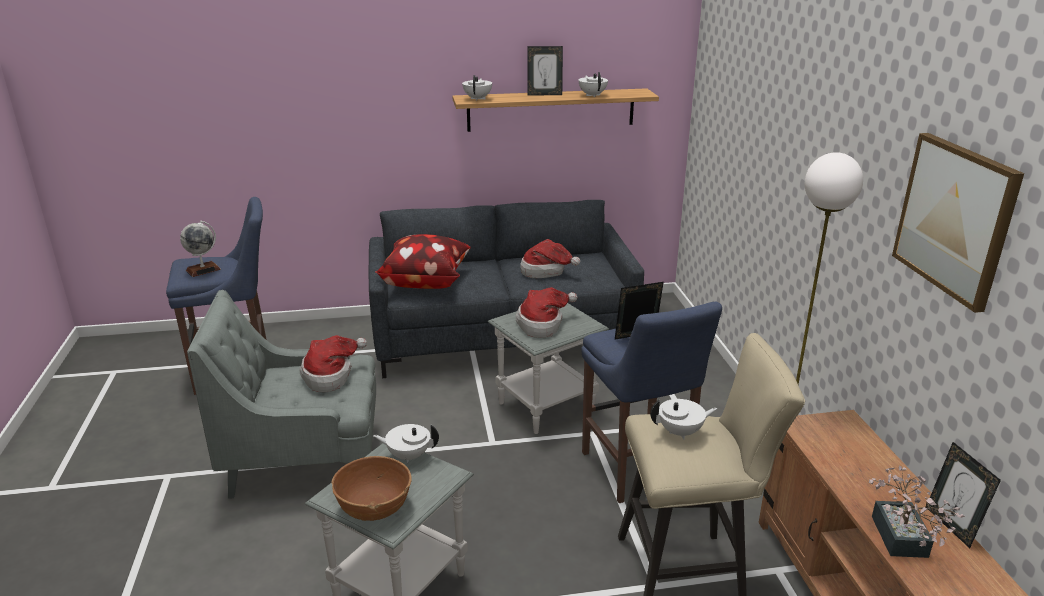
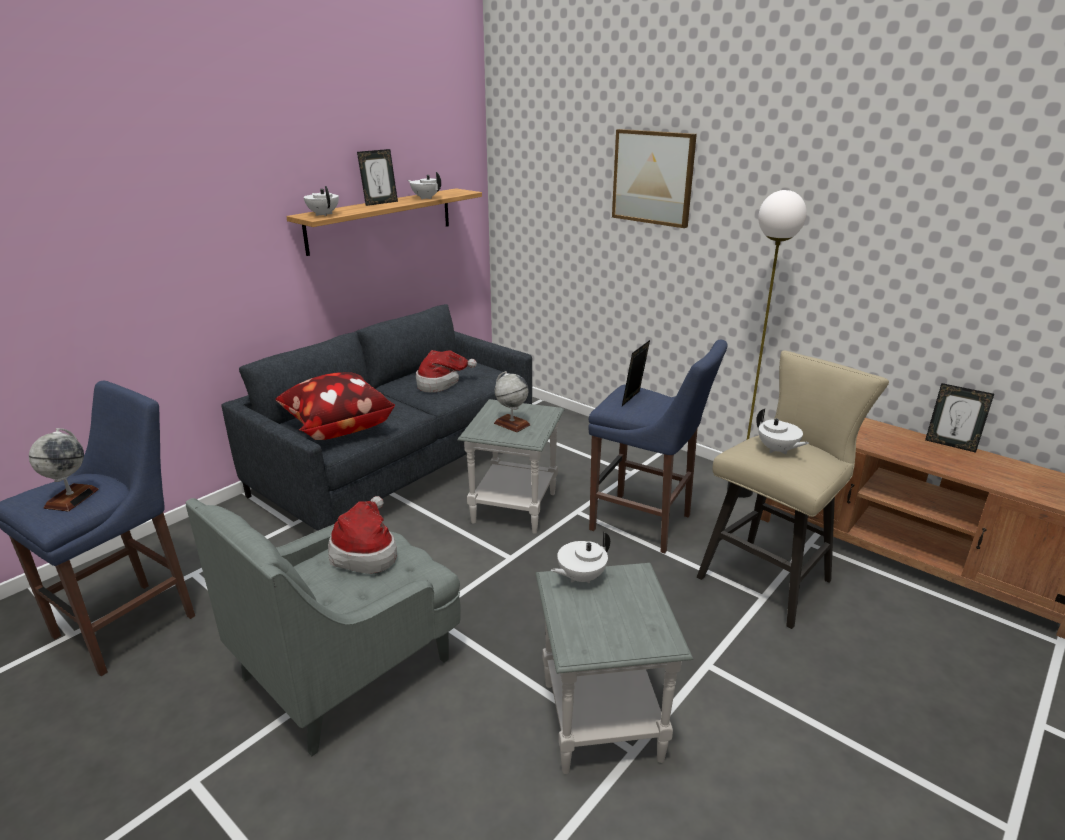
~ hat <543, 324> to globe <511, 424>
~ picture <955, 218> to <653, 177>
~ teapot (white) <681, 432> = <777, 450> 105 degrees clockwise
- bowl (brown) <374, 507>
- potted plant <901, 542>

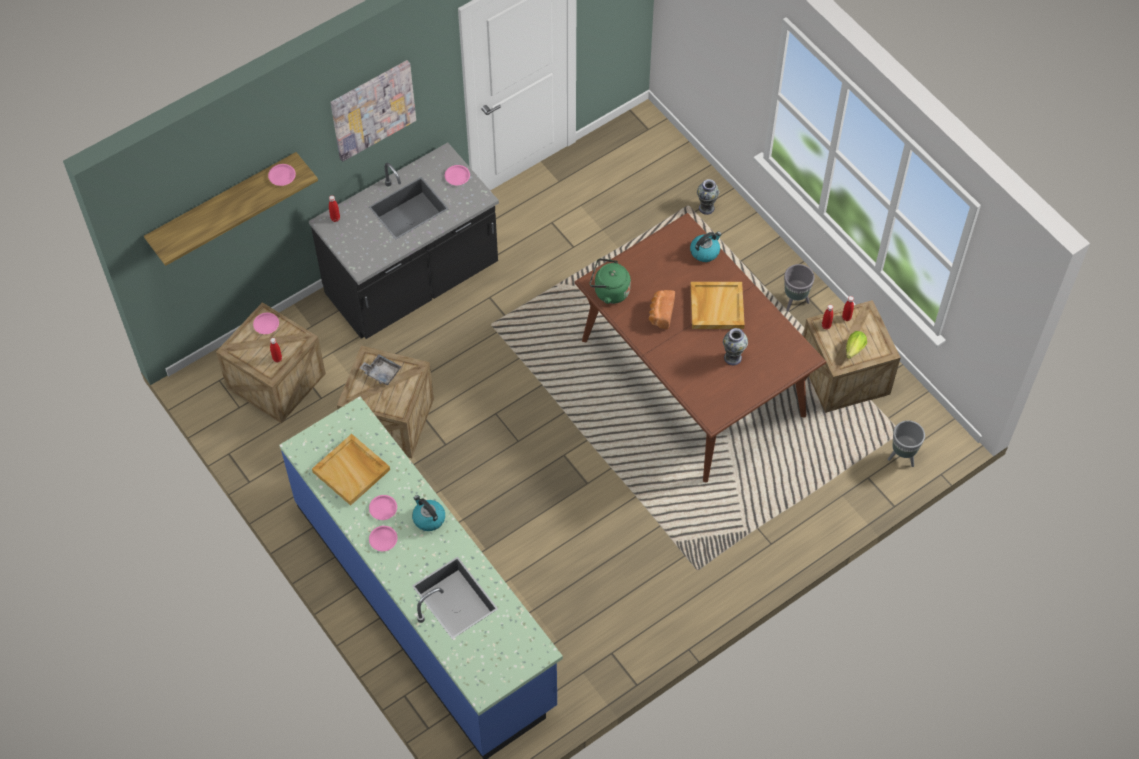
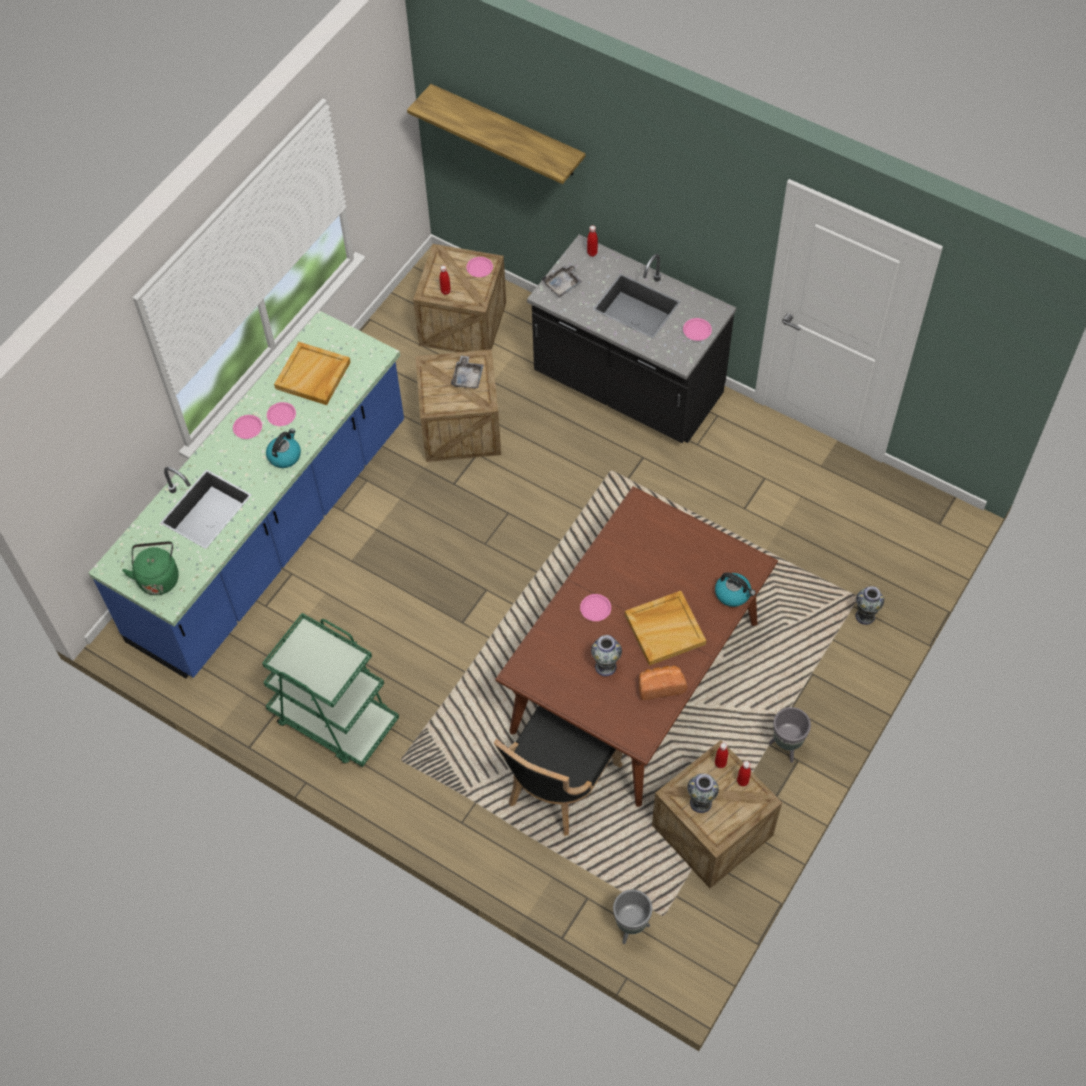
~ kettle (green) <609, 291> to <158, 577>
+ cart (green) <333, 719>
+ chair (black) <558, 786>
+ tray (grey) <563, 284>
~ plate (pink) <282, 176> to <595, 608>
~ bread <660, 313> to <660, 686>
~ lettuce <853, 350> to vase <700, 803>
- picture <372, 109>

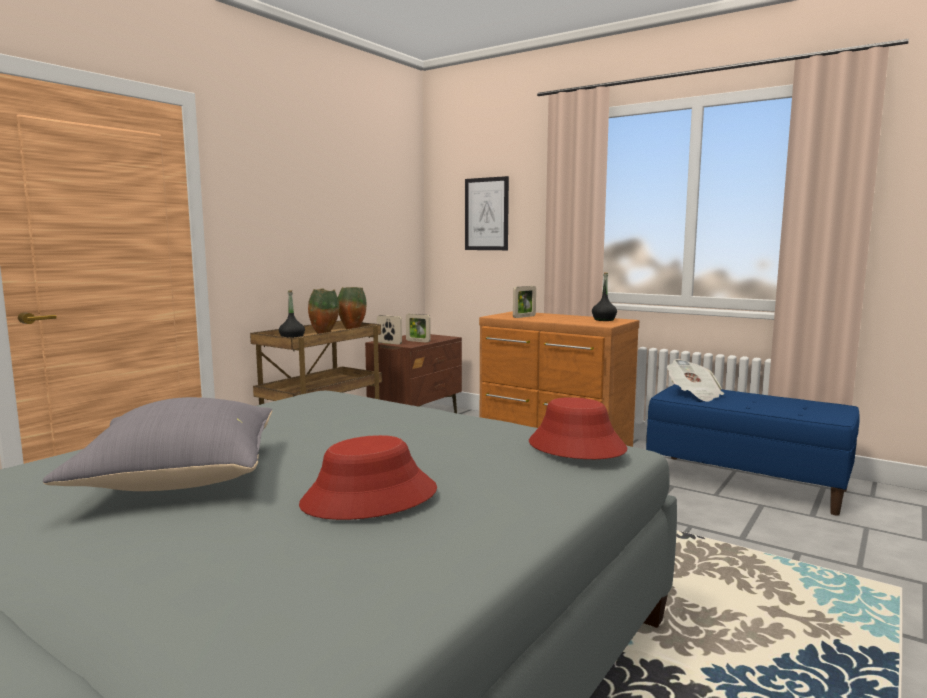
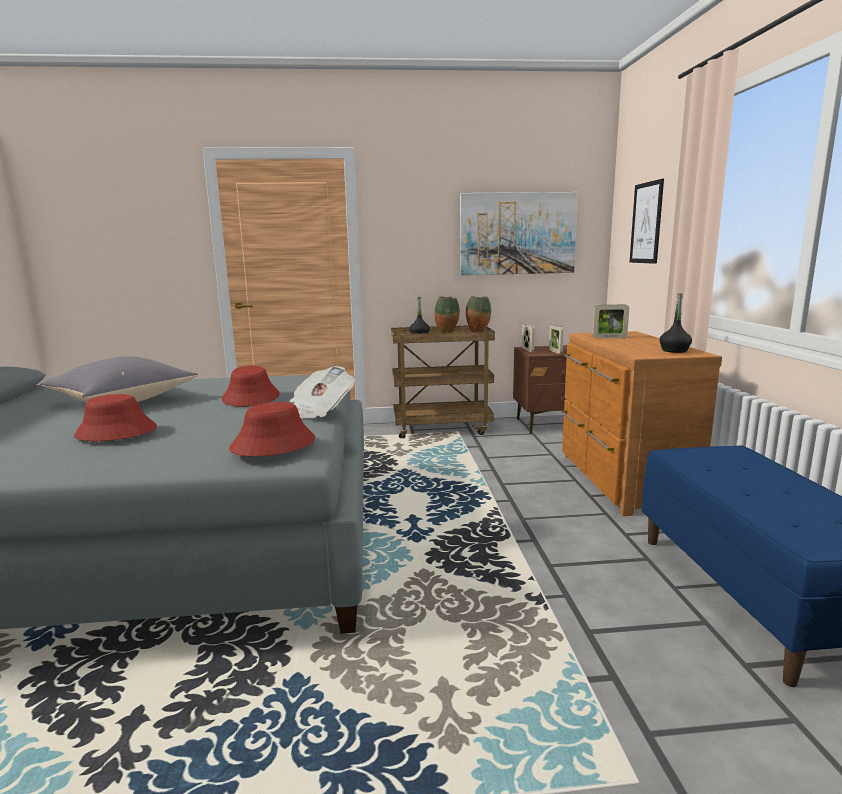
+ hat (red) <251, 397>
~ newspaper <694, 395> to <319, 411>
+ picture <517, 234>

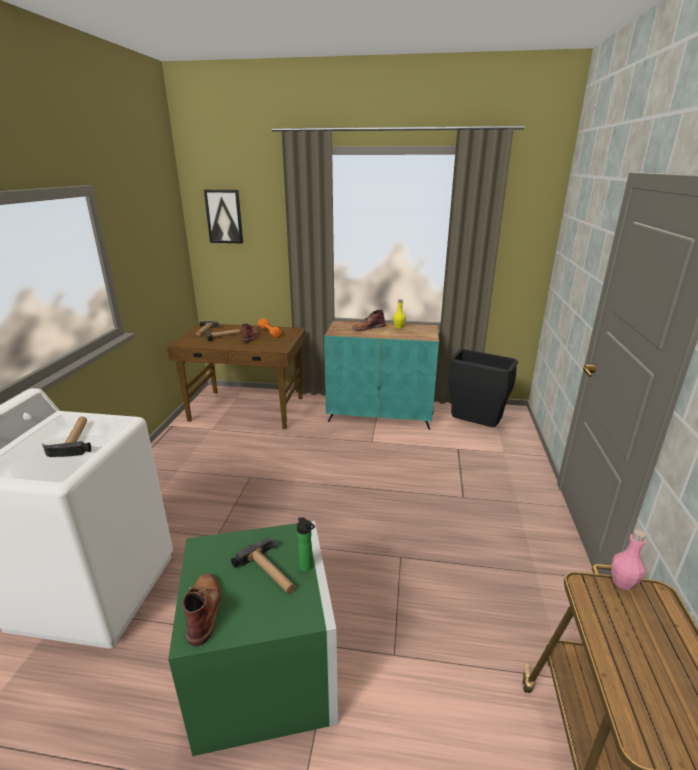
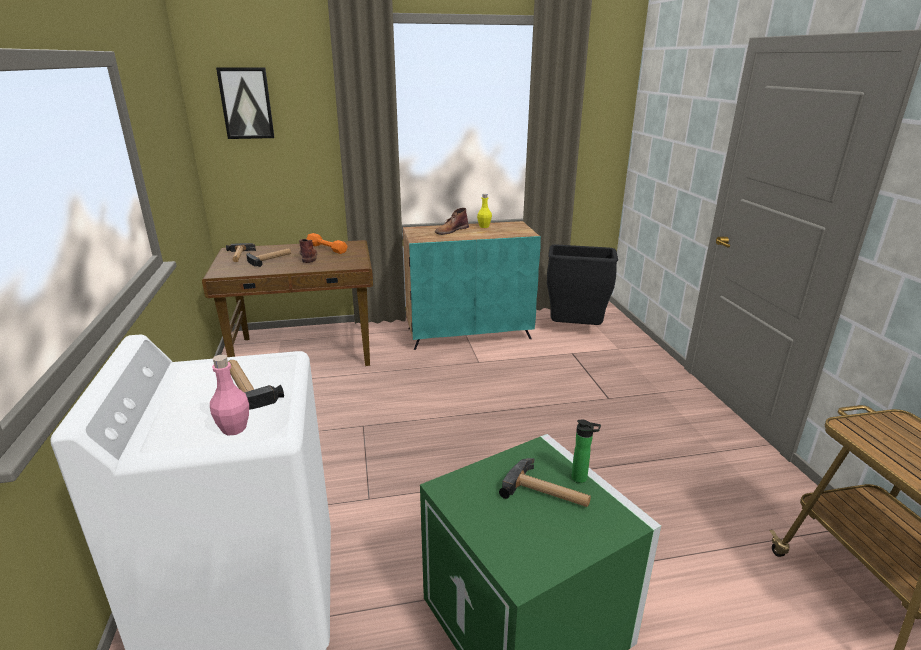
~ bottle (pink) <622, 582> to <234, 428>
- boot (brown) <204, 609>

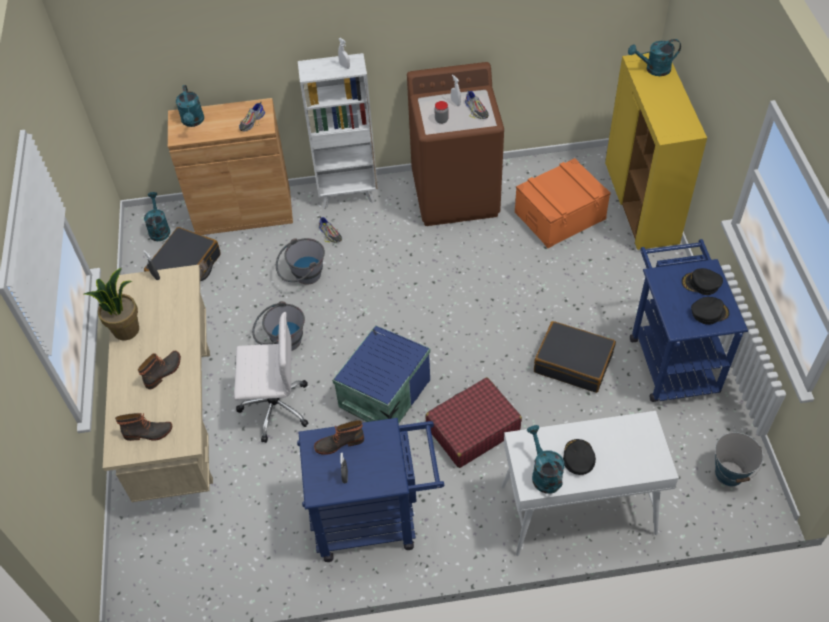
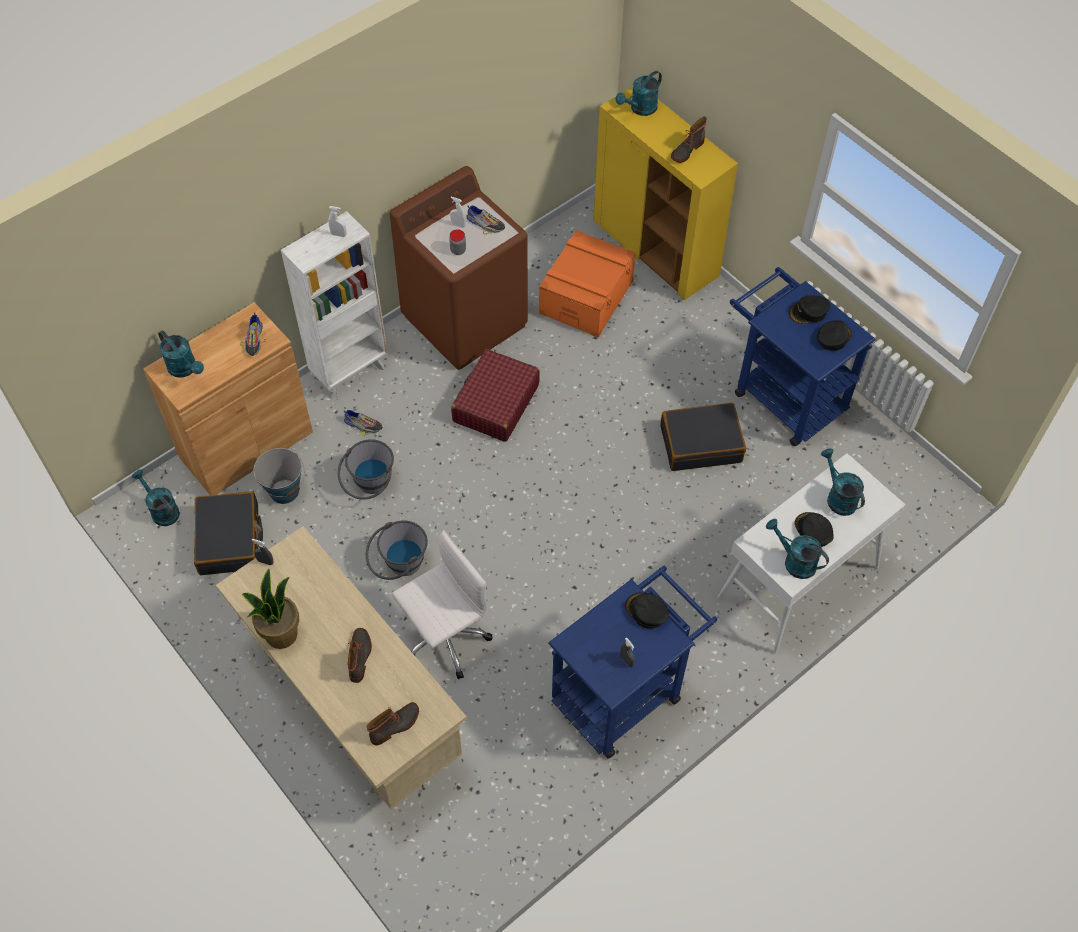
~ bucket <729, 473> to <284, 491>
~ suitcase (red) <472, 429> to <495, 403>
+ cap (black) <646, 611>
~ boot <339, 443> to <686, 150>
+ watering can (turquoise) <838, 497>
- storage box (blue) <383, 393>

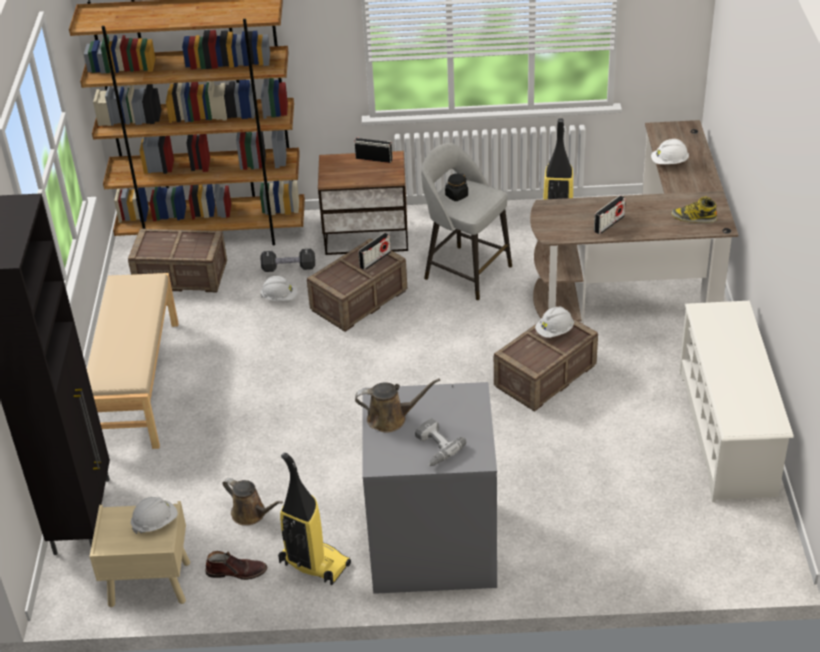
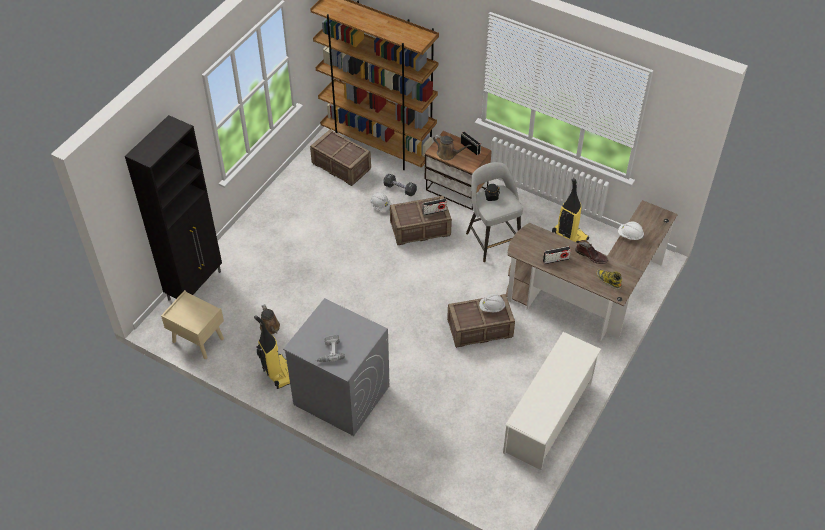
~ watering can (brown) <391, 418> to <448, 154>
~ boot (brown) <237, 571> to <591, 256>
- bench (beige) <137, 384>
- hard hat (white) <155, 523>

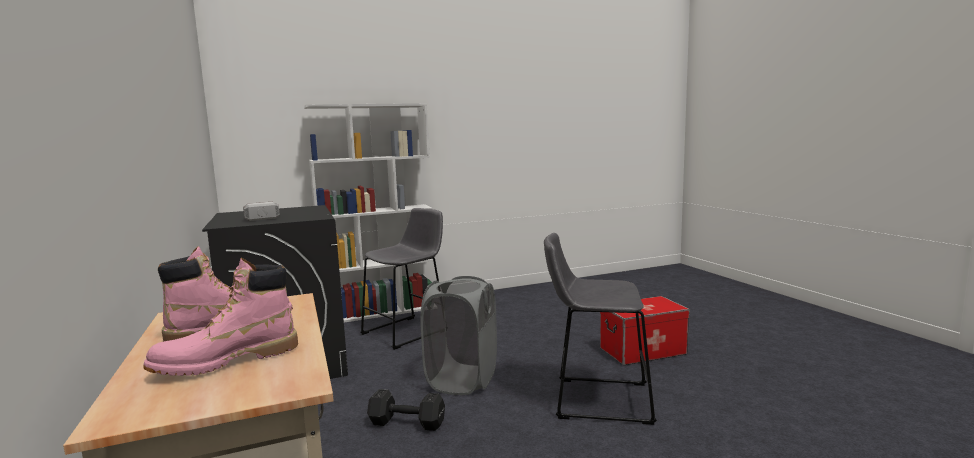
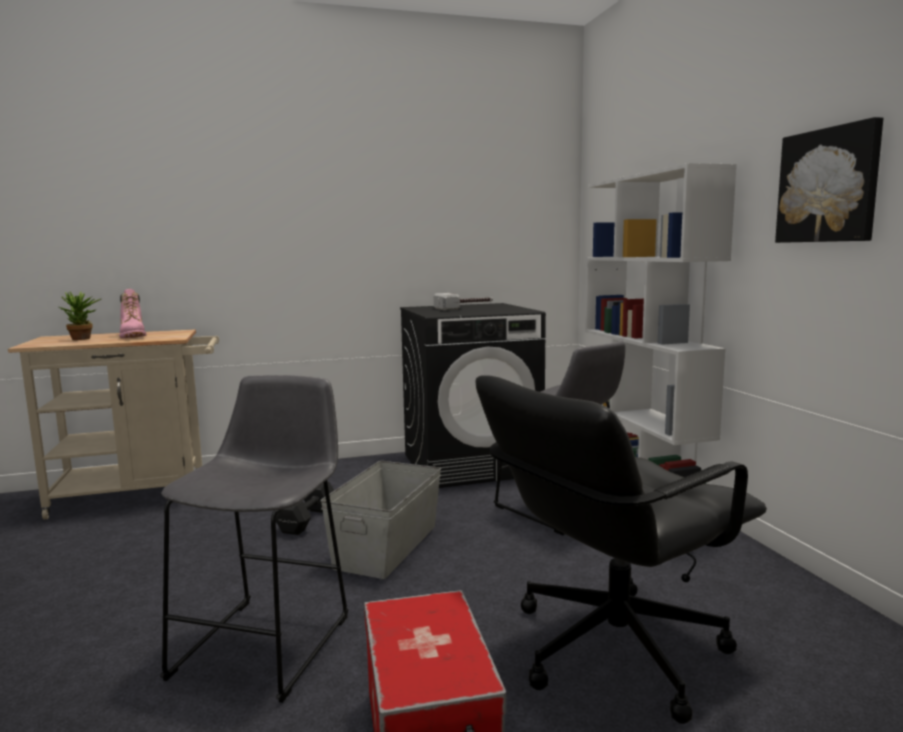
~ boot (pink) <227, 361> to potted plant <83, 339>
~ laundry basket (grey) <462, 380> to storage box (grey) <388, 546>
+ office chair (black) <613, 648>
+ picture <829, 185>

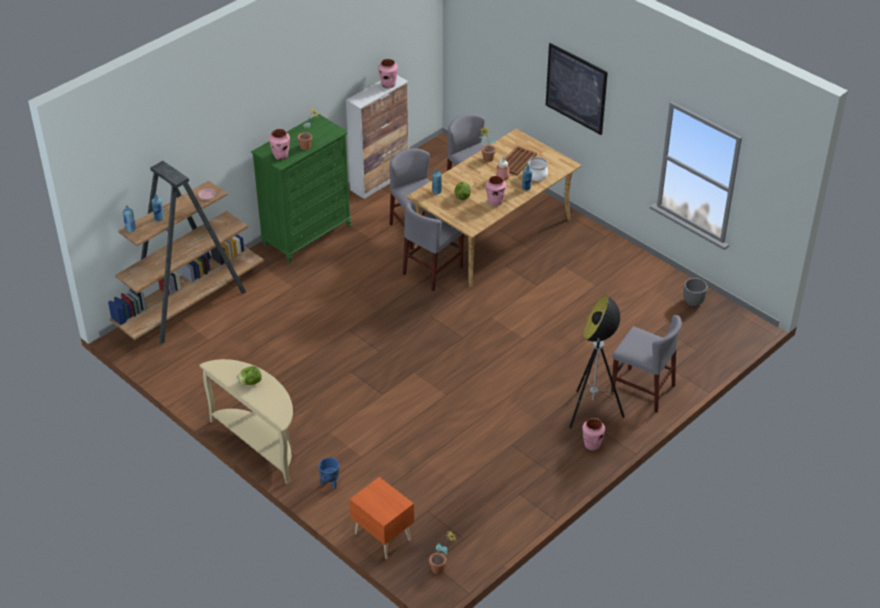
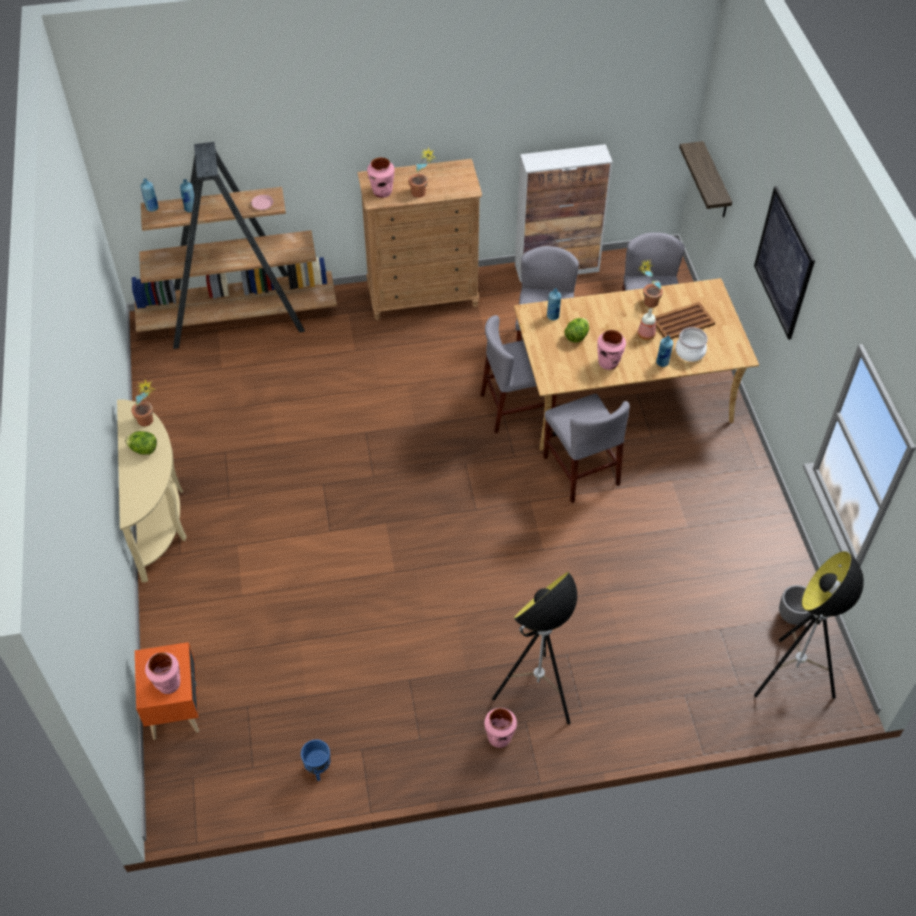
~ potted plant <442, 569> to <149, 422>
~ vase (pink) <388, 85> to <168, 684>
~ planter (blue) <330, 483> to <318, 769>
~ dresser (green) <307, 235> to dresser (brown) <423, 296>
~ chair (grey) <642, 390> to <581, 470>
+ shelf <715, 182>
+ floor lamp <792, 679>

